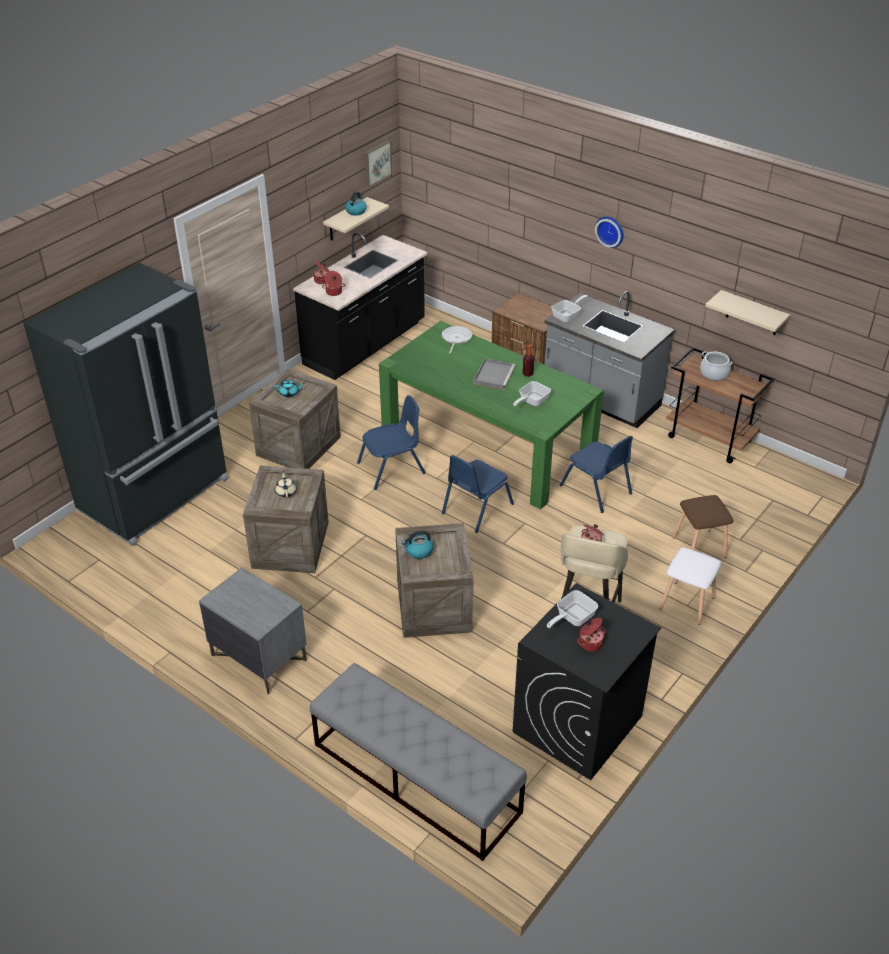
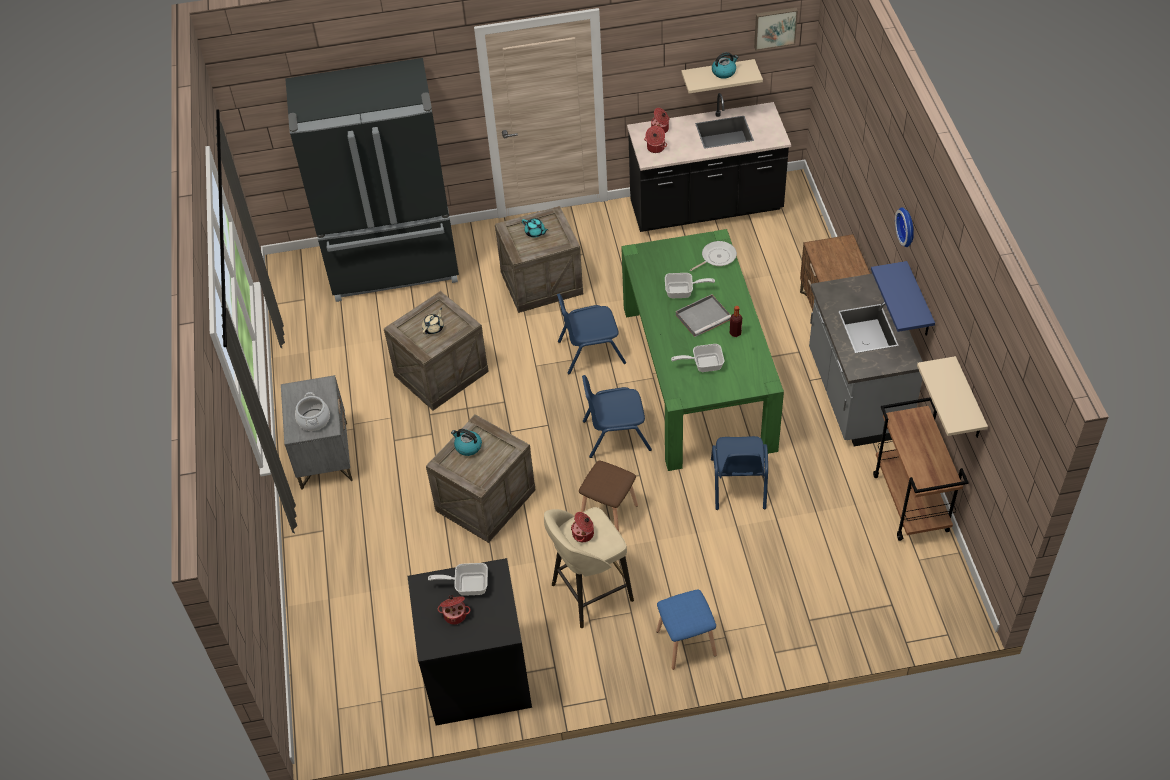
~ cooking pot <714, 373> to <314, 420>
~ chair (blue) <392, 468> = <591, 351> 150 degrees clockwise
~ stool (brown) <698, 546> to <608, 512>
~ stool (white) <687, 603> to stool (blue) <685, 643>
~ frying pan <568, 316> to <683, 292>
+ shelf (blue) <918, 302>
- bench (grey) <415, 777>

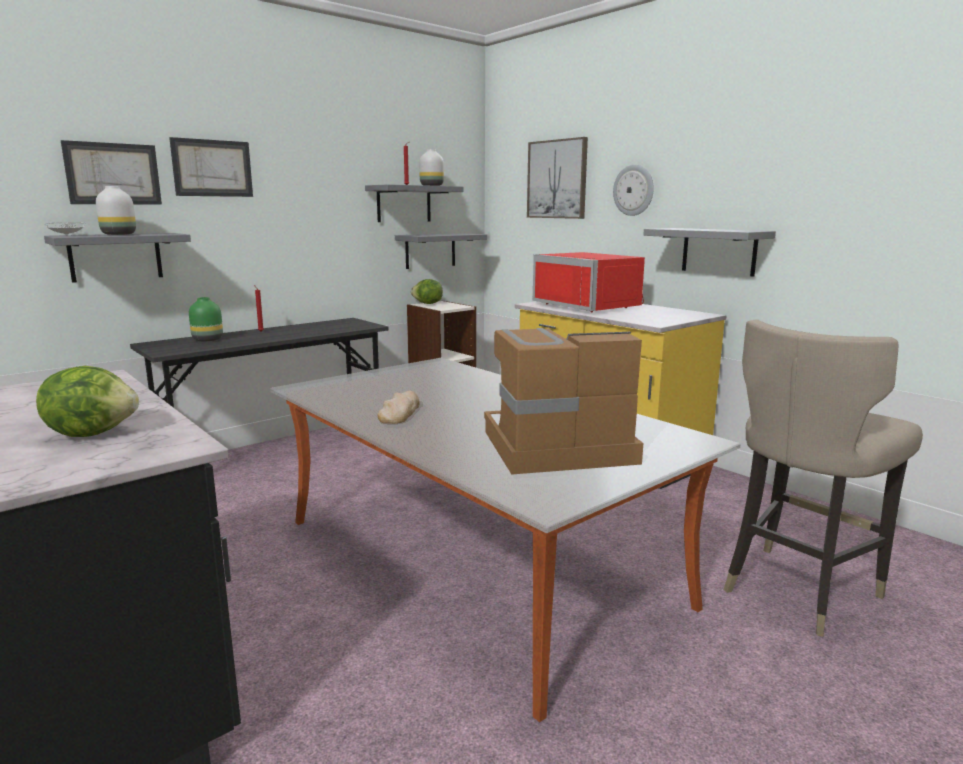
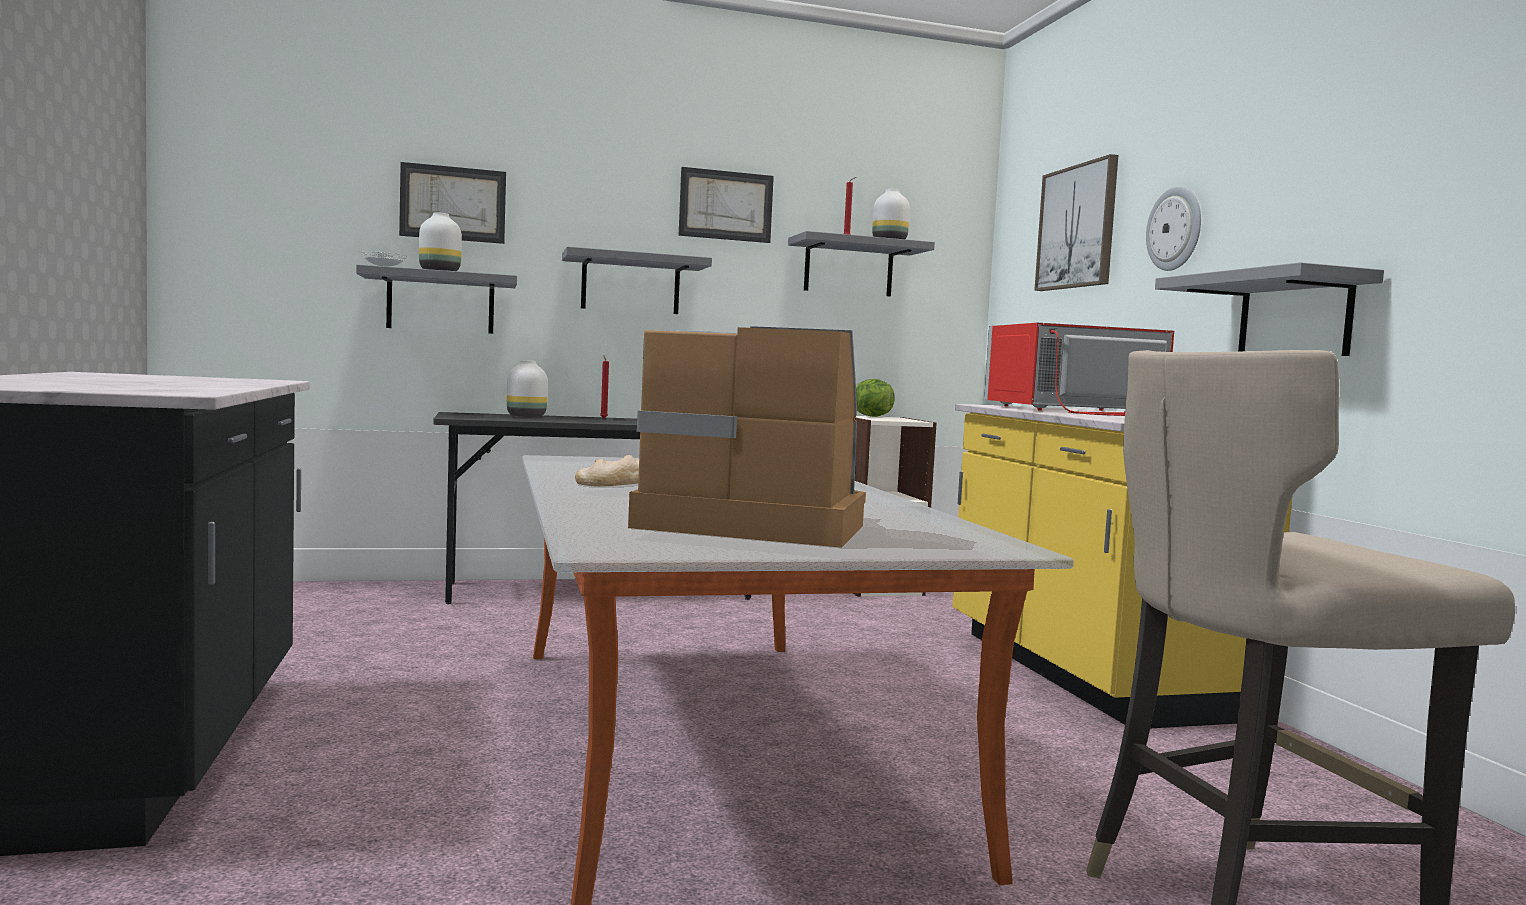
~ vase (green) <207, 340> to vase (white) <525, 416>
~ shelf (grey) <430, 250> to <630, 284>
~ picture <212, 168> to <726, 205>
~ microwave (red) <591, 305> = <1076, 411> 90 degrees clockwise
- lettuce <93, 433>

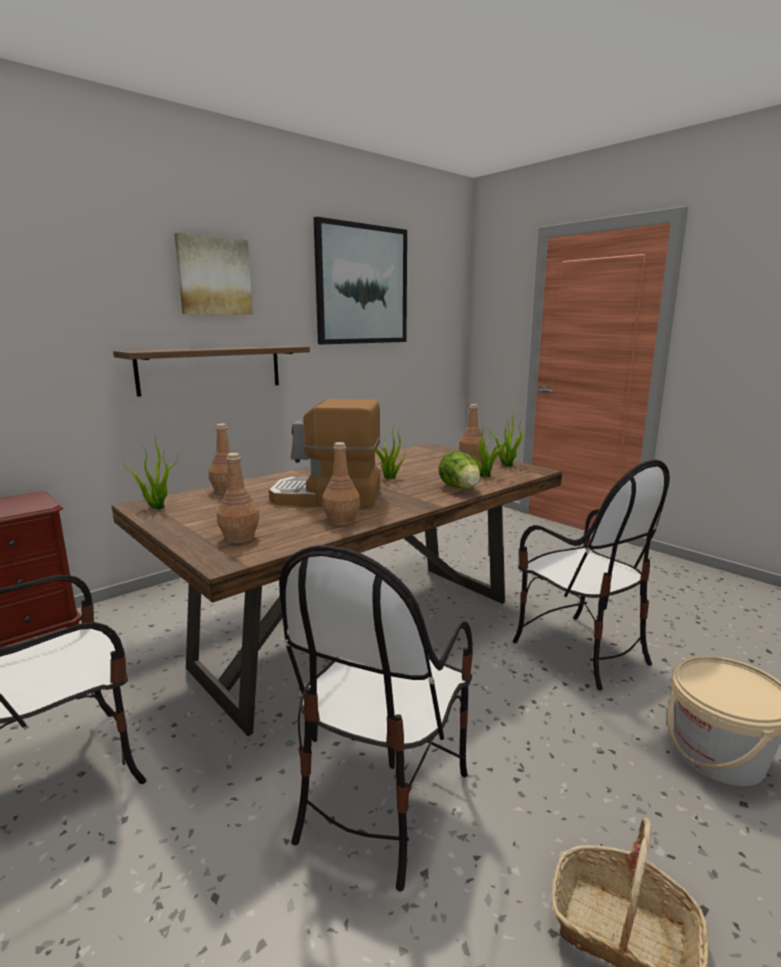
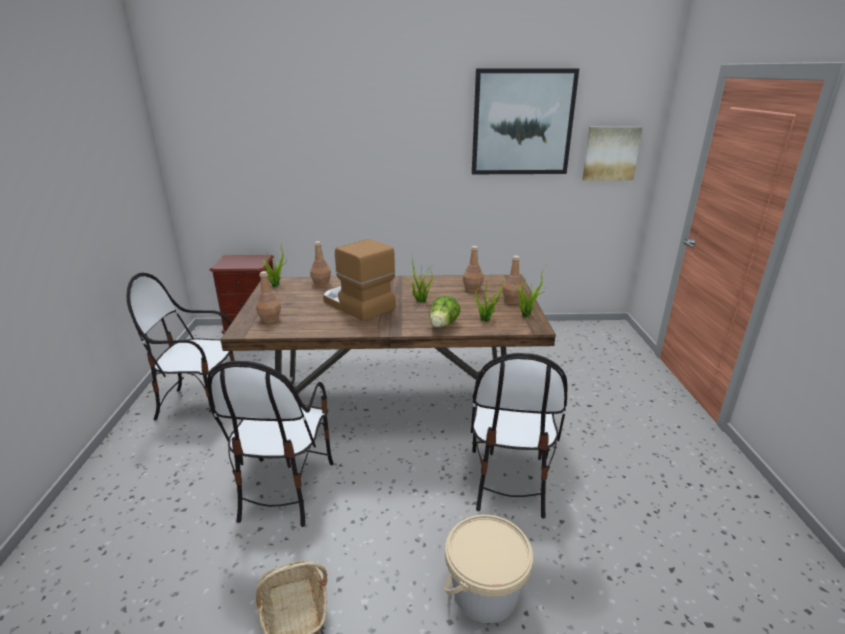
~ chair <379, 800> = <284, 489> 60 degrees counterclockwise
~ bottle (brown) <341, 521> to <472, 289>
~ picture <214, 276> to <610, 153>
- shelf <211, 369>

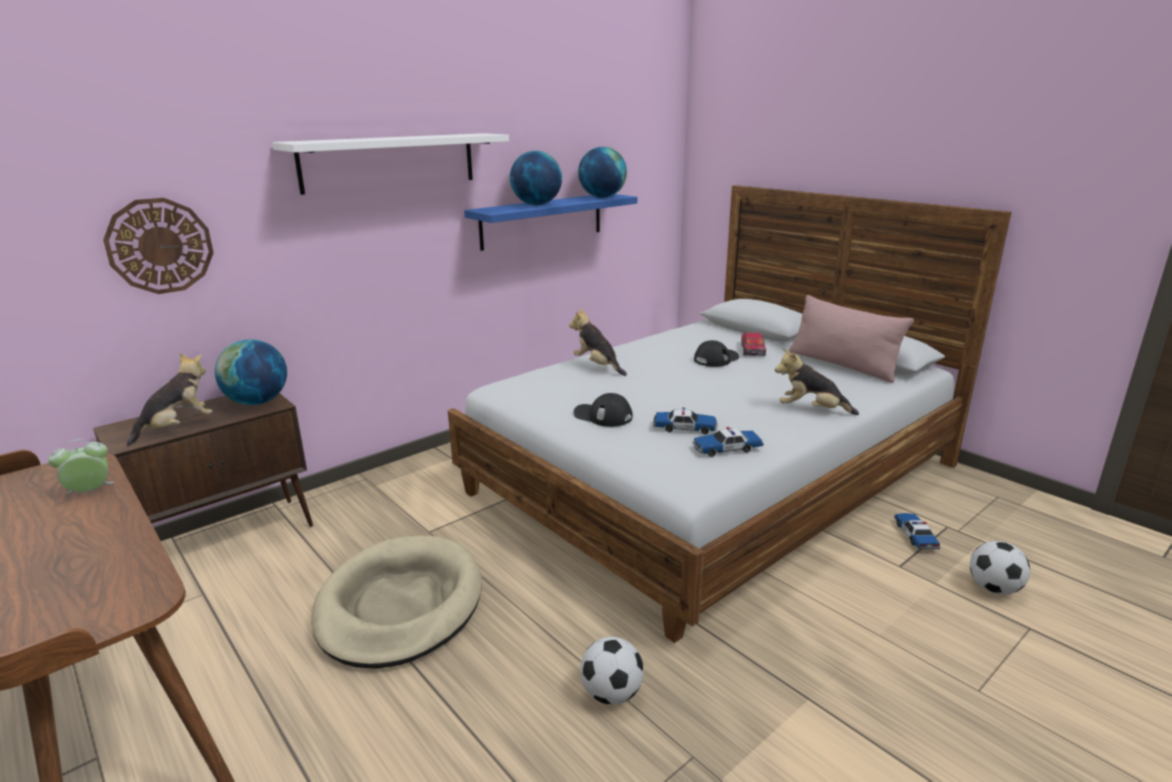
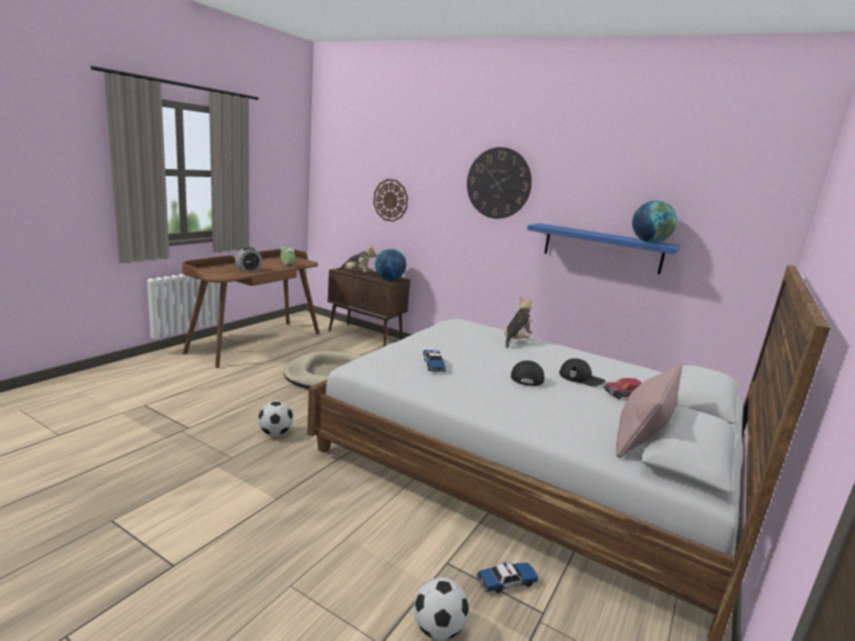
+ alarm clock <249, 270>
~ shelf (white) <390, 162> to wall clock <498, 183>
~ cap (black) <603, 416> to <527, 376>
- globe <536, 204>
- toy car <727, 449>
- plush toy <811, 410>

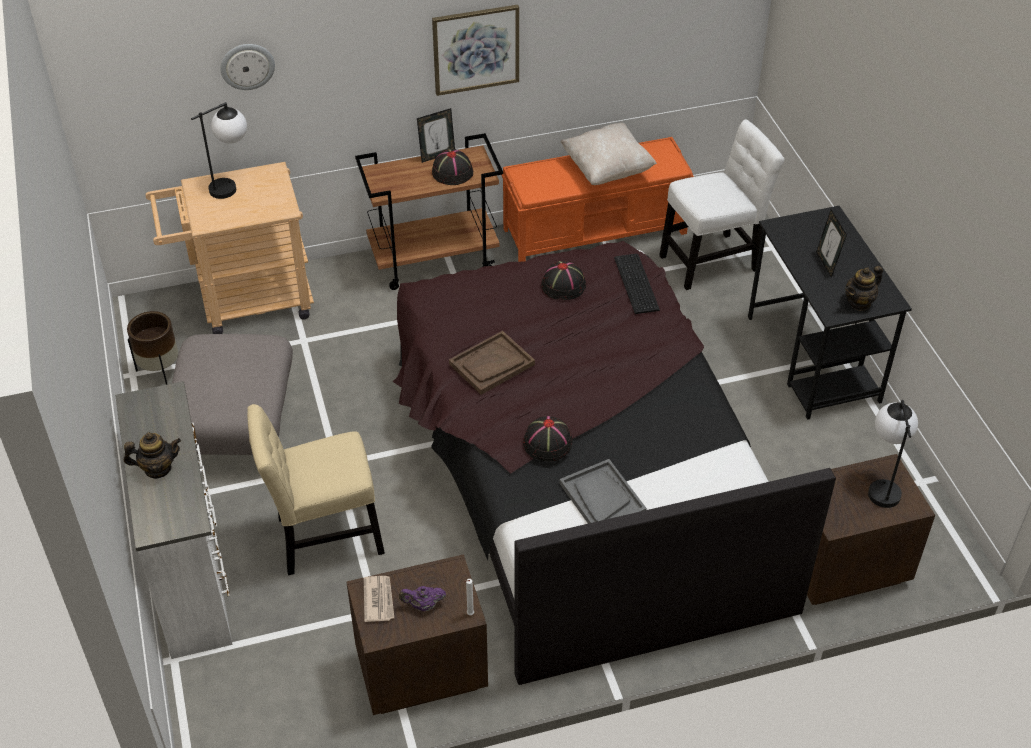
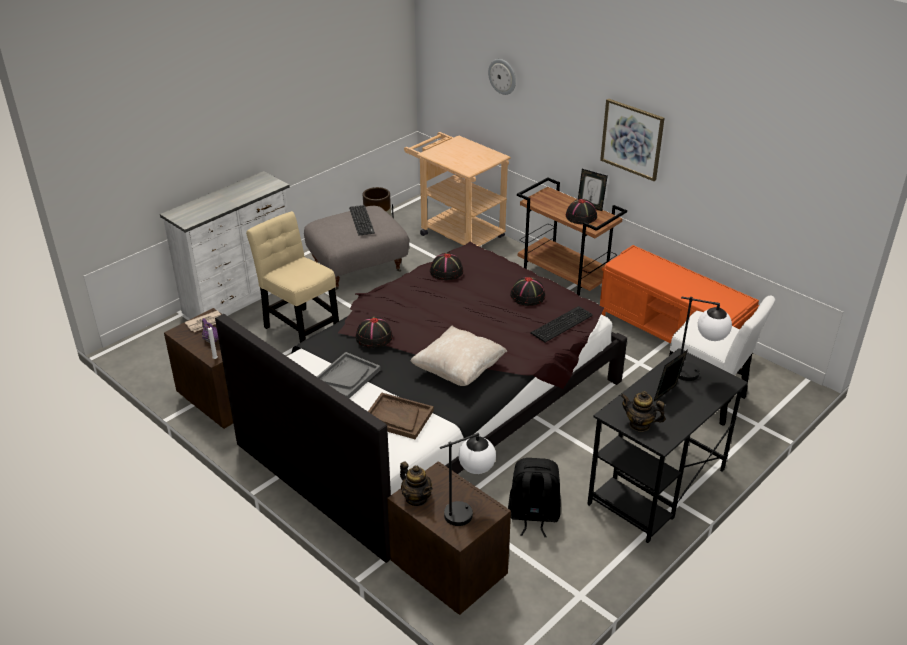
+ keyboard <361, 220>
~ tray (brown) <491, 364> to <397, 417>
~ teapot <157, 469> to <416, 498>
~ pillow (beige) <607, 170> to <458, 371>
+ hat (black) <446, 271>
+ backpack (black) <533, 516>
~ table lamp <232, 185> to <697, 375>

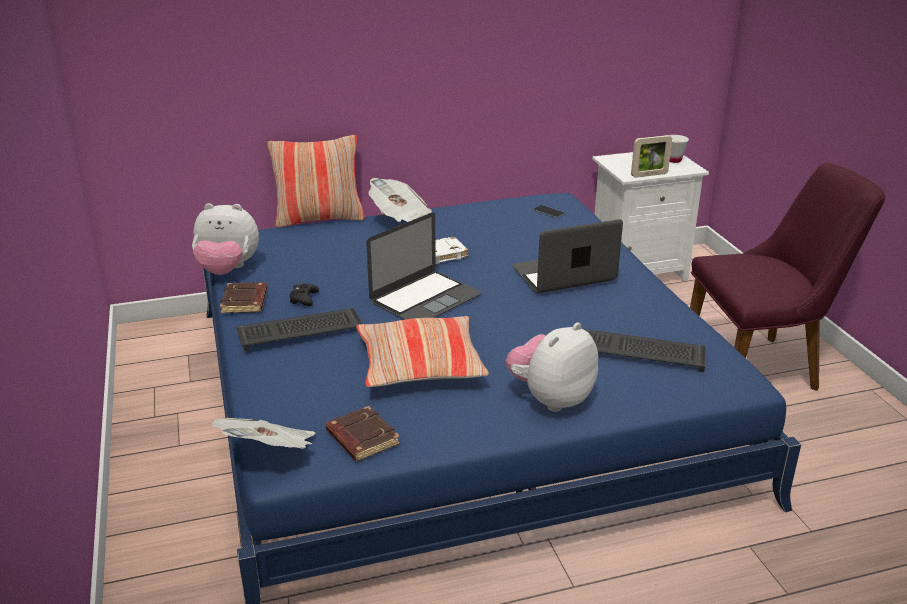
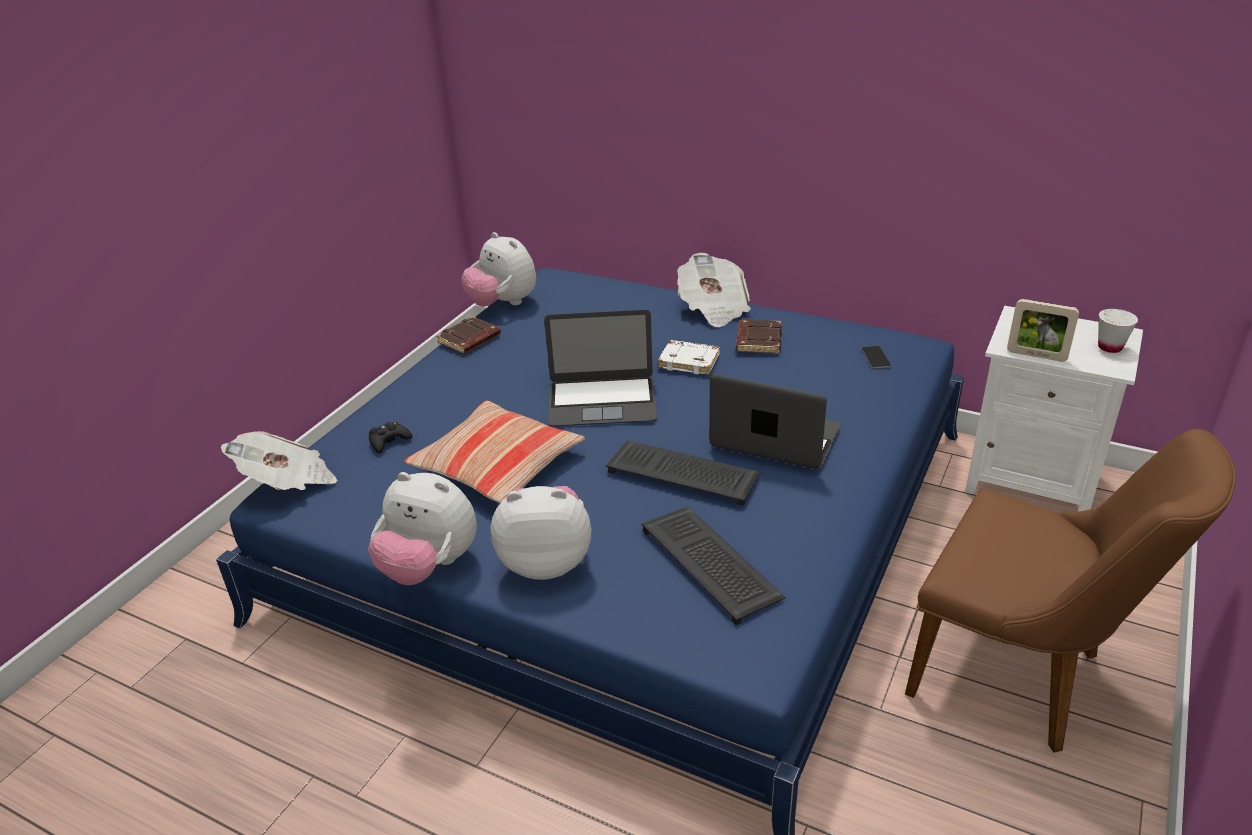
+ plush toy <429, 566>
~ game controller (black) <304, 299> to <389, 441>
~ keyboard <301, 329> to <684, 473>
~ book (brown) <361, 438> to <757, 340>
~ chair (purple) <762, 366> to chair (brown) <1023, 679>
- pillow <319, 218>

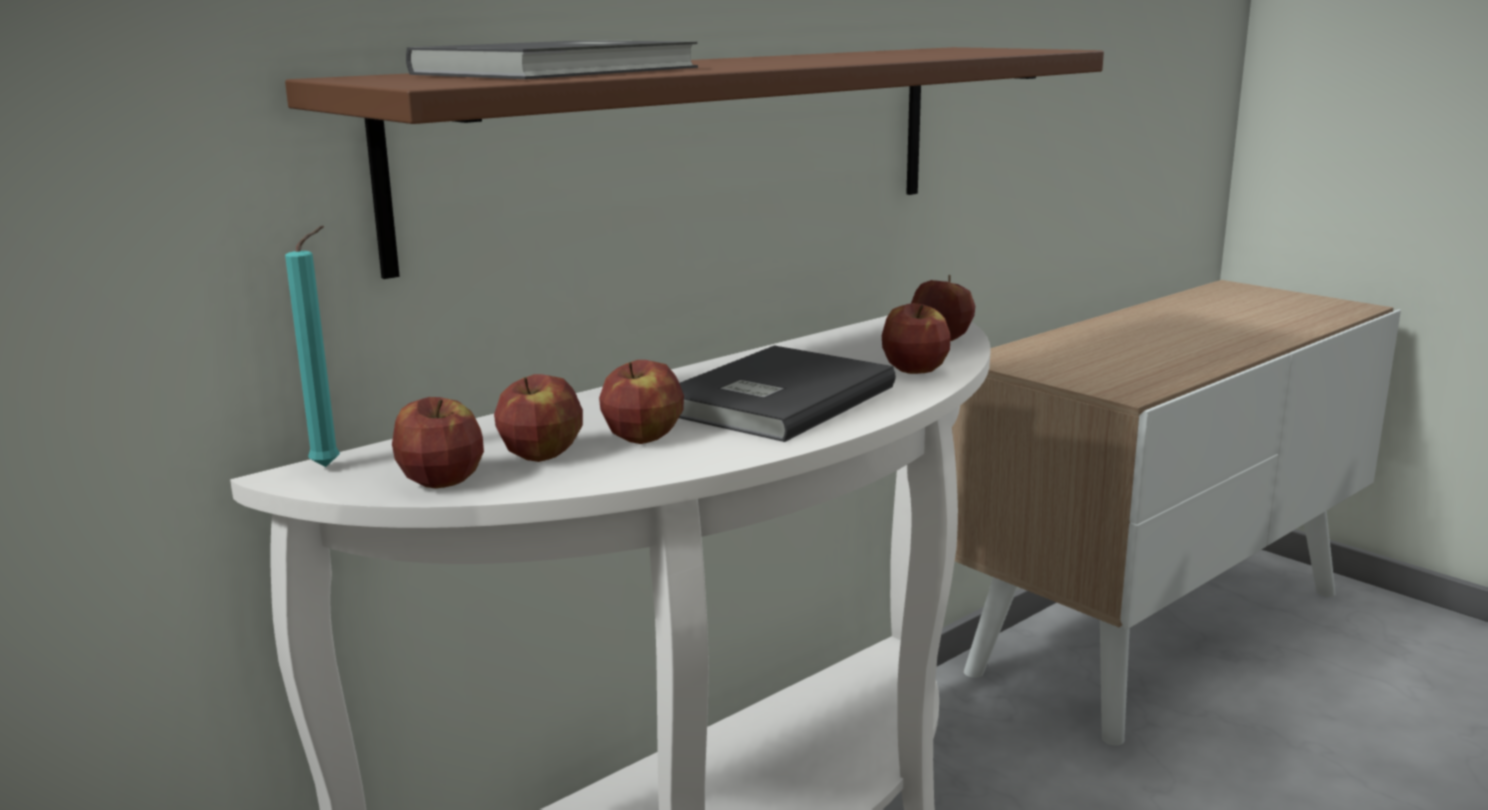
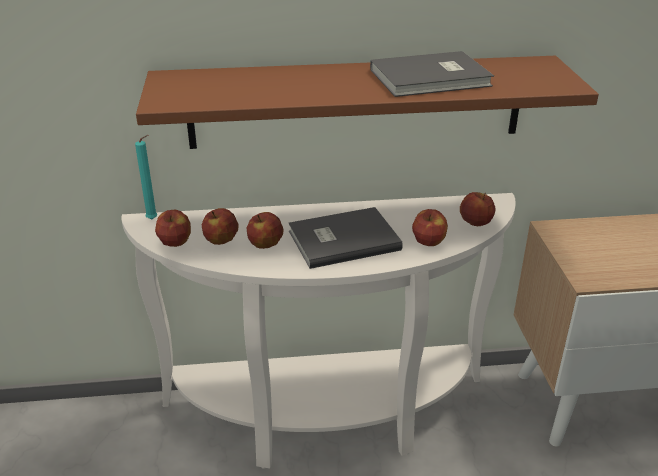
~ book (grey) <564, 71> to <432, 78>

